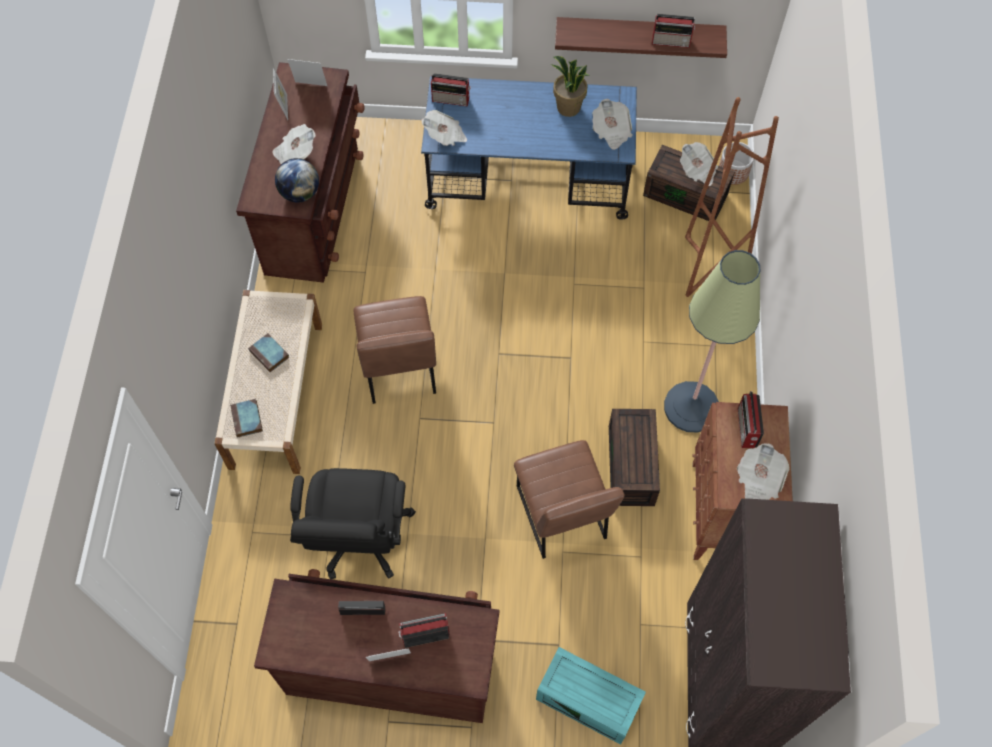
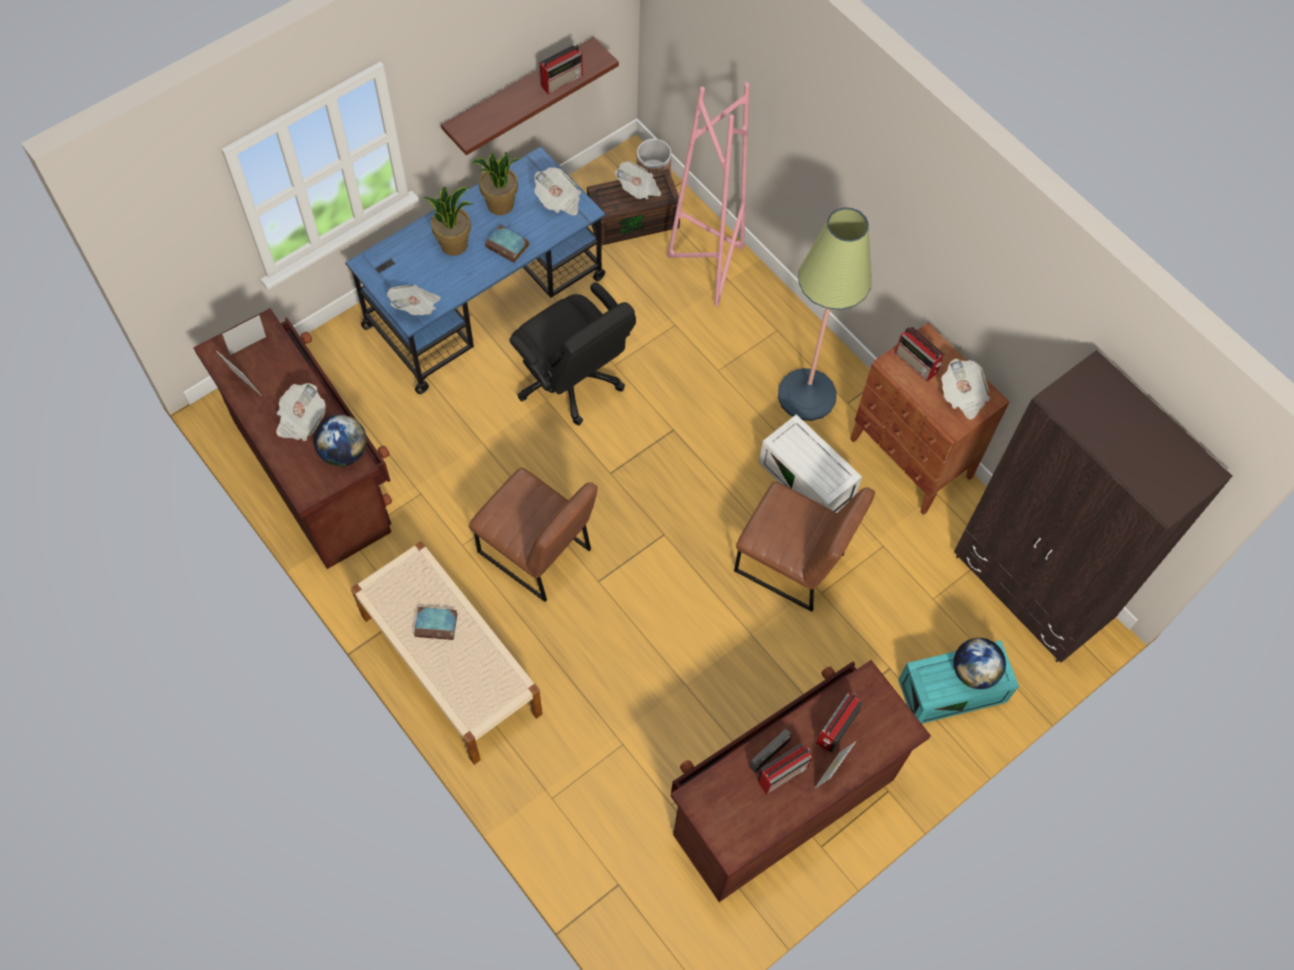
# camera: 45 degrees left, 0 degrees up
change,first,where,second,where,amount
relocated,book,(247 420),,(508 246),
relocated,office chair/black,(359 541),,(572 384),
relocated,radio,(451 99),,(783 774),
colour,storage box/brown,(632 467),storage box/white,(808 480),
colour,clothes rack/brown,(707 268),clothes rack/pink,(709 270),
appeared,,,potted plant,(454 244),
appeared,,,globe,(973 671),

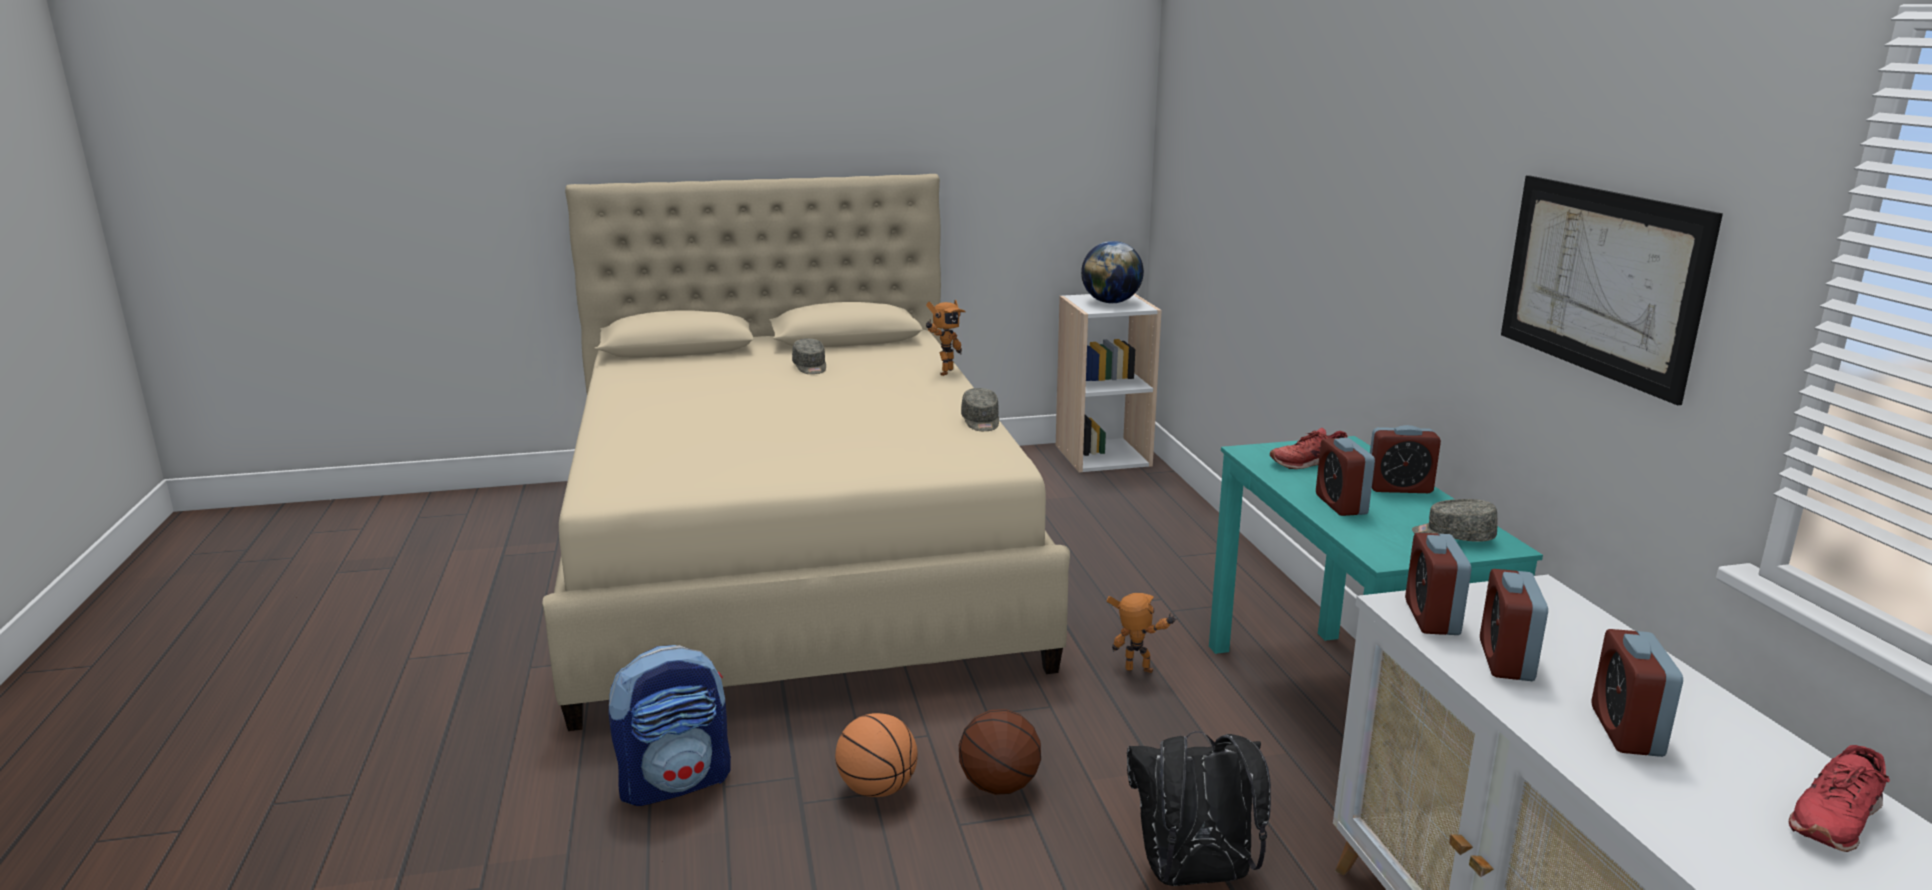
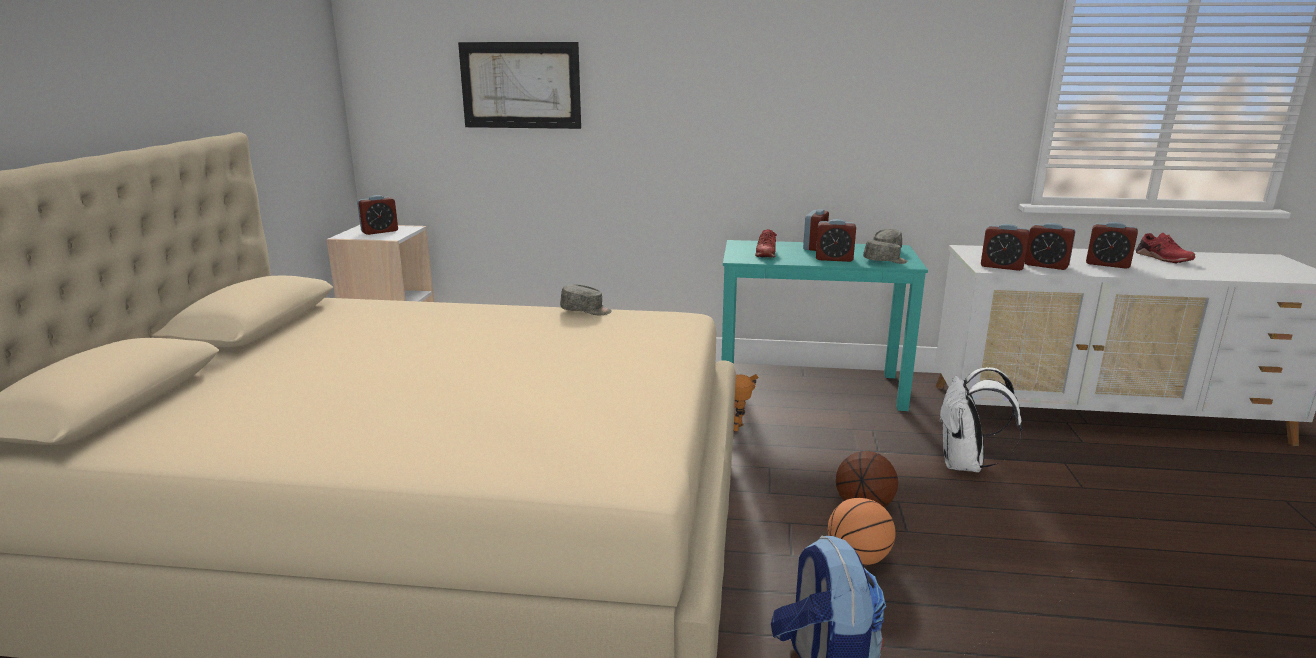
# camera: 70 degrees left, 0 degrees up
change,first,where,second,where,amount
relocated,cap/grey,(810 367),,(885 261),
missing,toy robot,(943 372),,,
exchanged,globe,(1111 302),alarm clock,(380 231),
colour,backpack/black,(1193 877),backpack/white,(965 465),
relocated,picture,(1600 281),,(520 85),

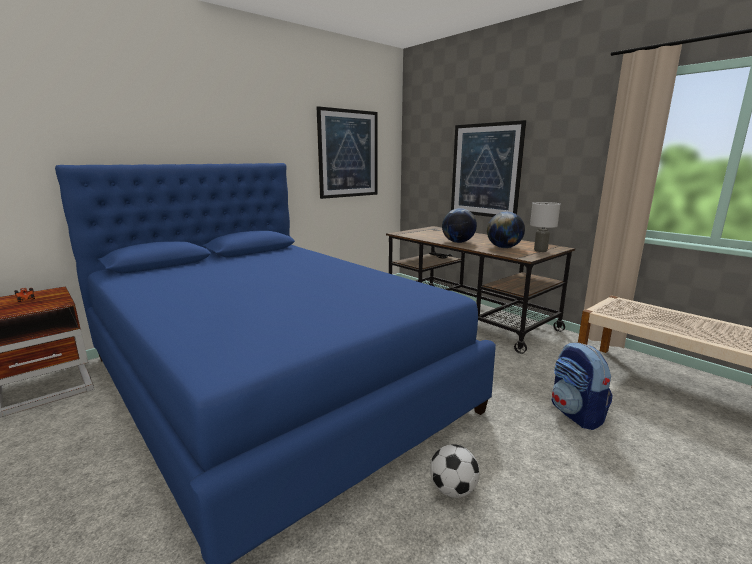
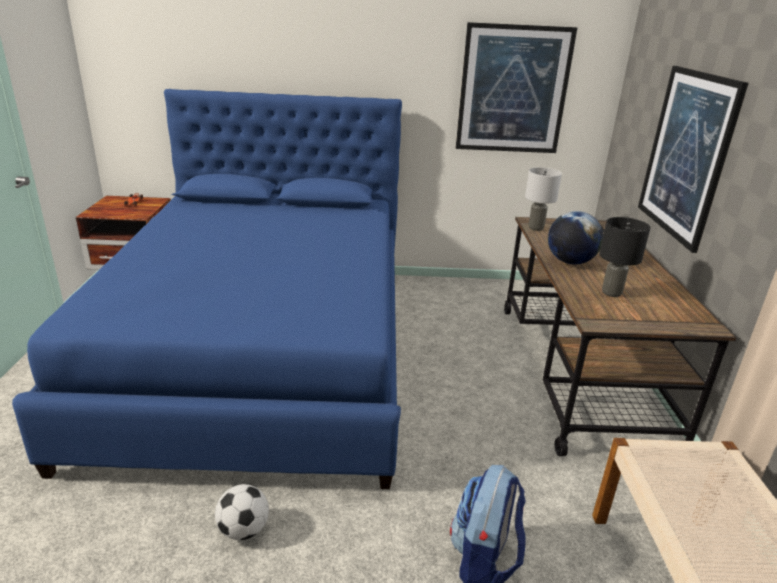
# camera: 40 degrees right, 10 degrees up
change,first,where,second,where,amount
exchanged,globe,(504 247),table lamp/black,(611 294),
relocated,table lamp/white,(539 251),,(535 228),

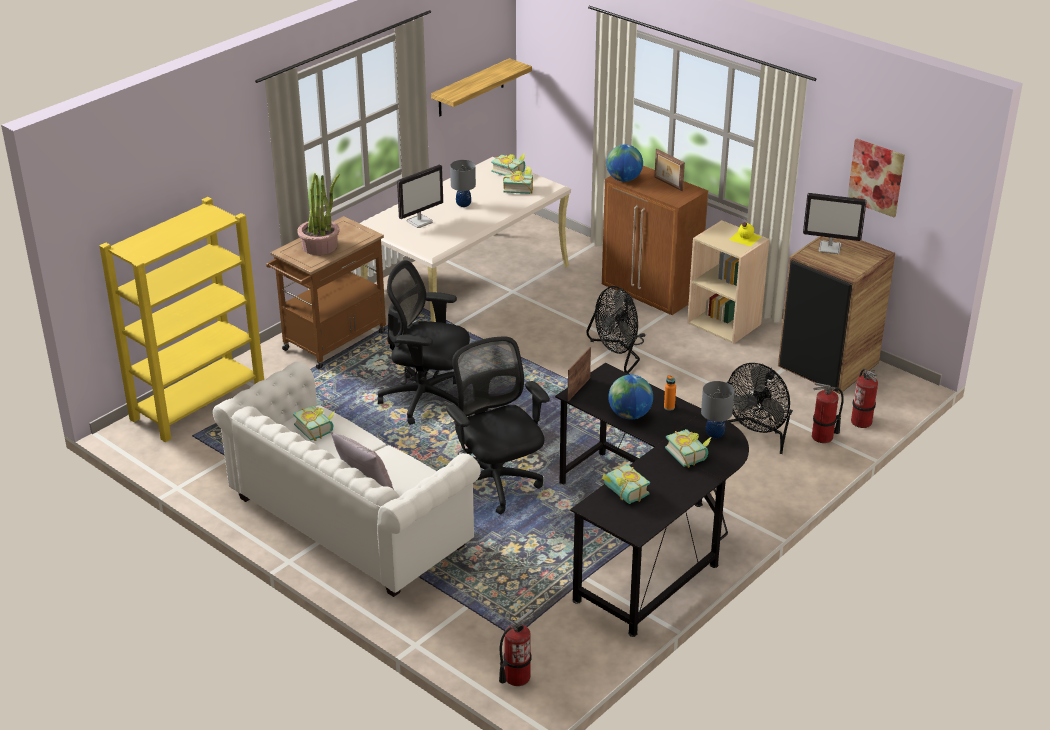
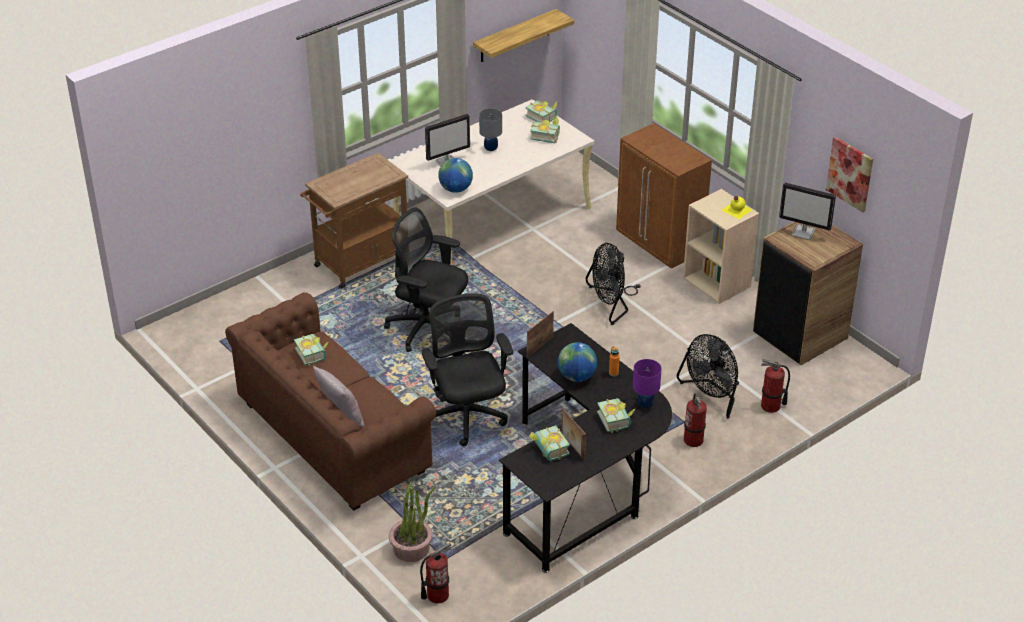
# camera: 10 degrees right, 5 degrees up
change,first,where,second,where,amount
missing,bookcase/yellow,(198 402),,,
colour,sofa/white,(349 522),sofa/brown,(333 438),
relocated,potted plant,(320 246),,(411 548),
relocated,globe,(624 179),,(455 189),
relocated,picture frame,(668 184),,(572 447),
colour,table lamp/grey,(715 434),table lamp/purple,(645 404),
relocated,fire extinguisher,(861 421),,(693 440),

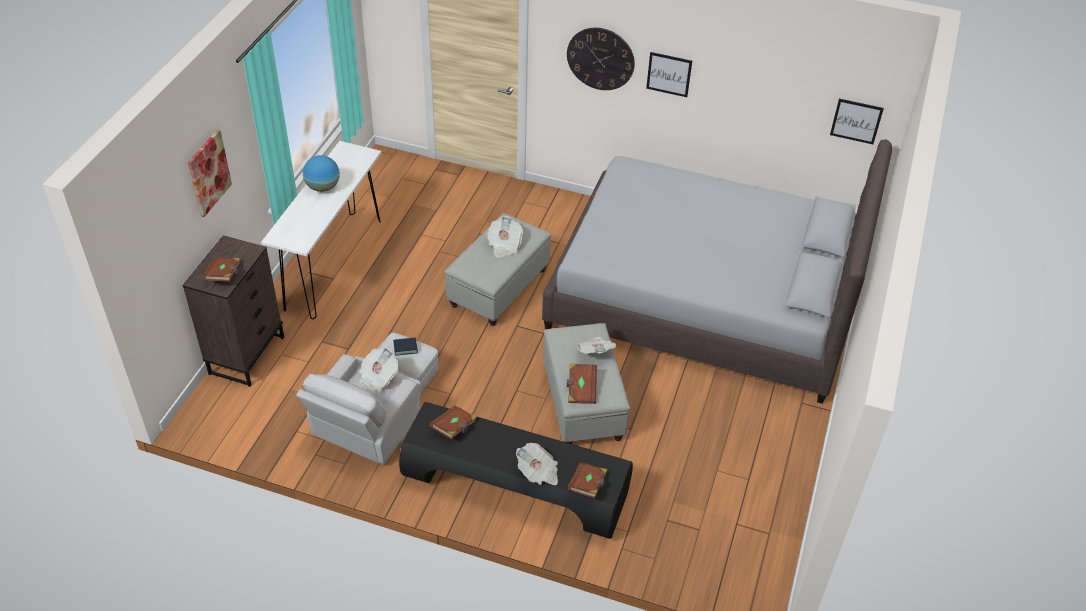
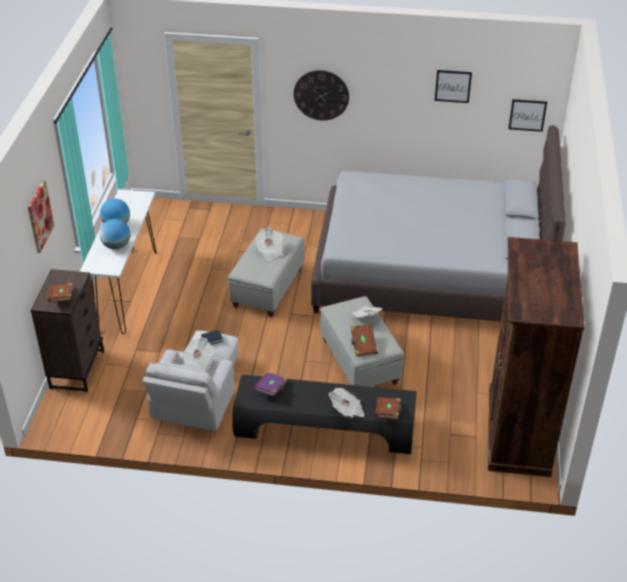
# camera: 10 degrees left, 5 degrees down
change,first,where,second,where,amount
colour,book/brown,(454 428),book/purple,(271 389),
relocated,picture,(669 74),,(453 86),
appeared,,,globe,(116 246),
appeared,,,wardrobe/brown,(518 431),

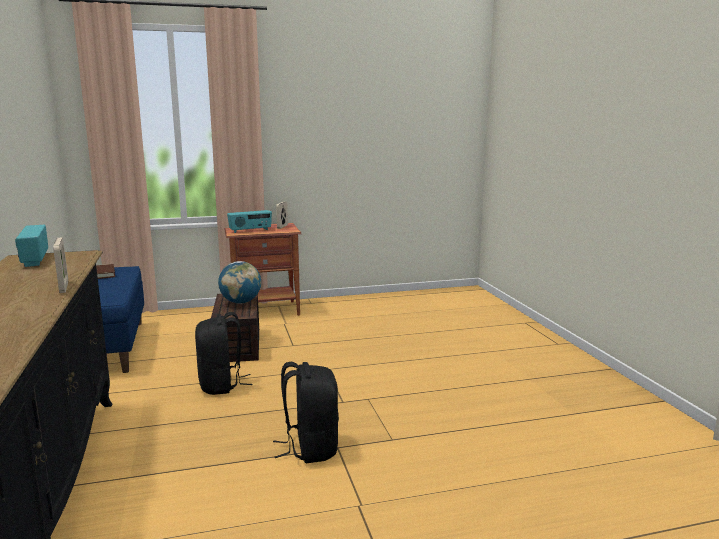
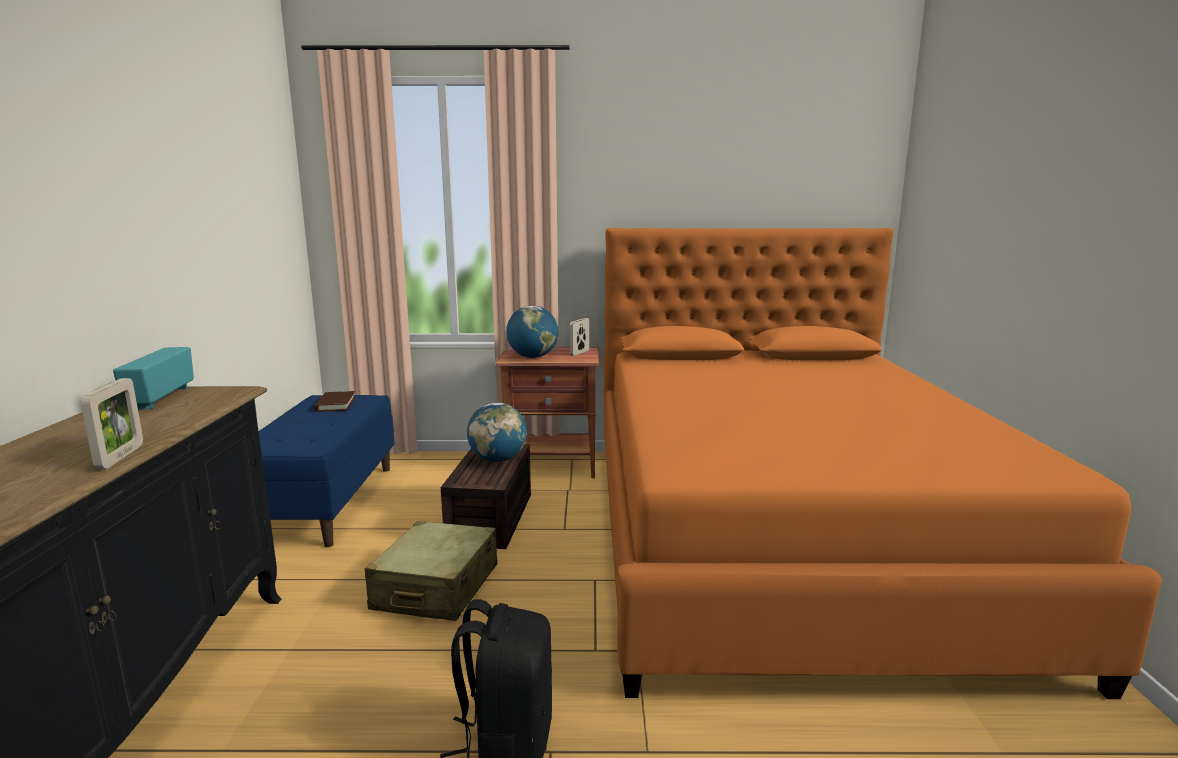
# camera: 15 degrees right, 0 degrees up
change,first,where,second,where,amount
exchanged,backpack/black,(221 385),suitcase/beige,(436 588),
exchanged,radio,(250 231),globe,(532 357),
appeared,,,bed/orange,(781 536),

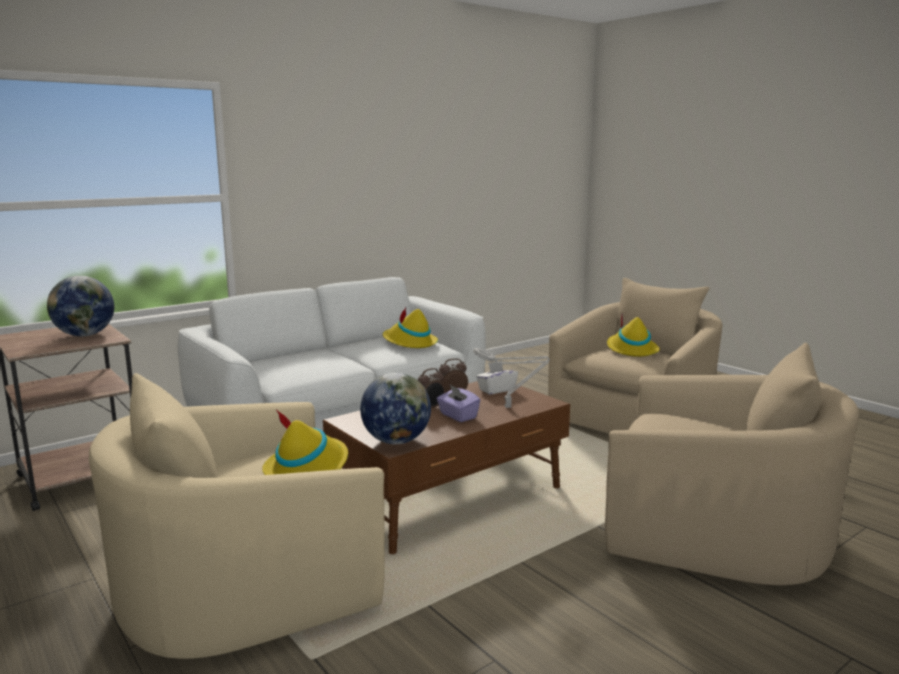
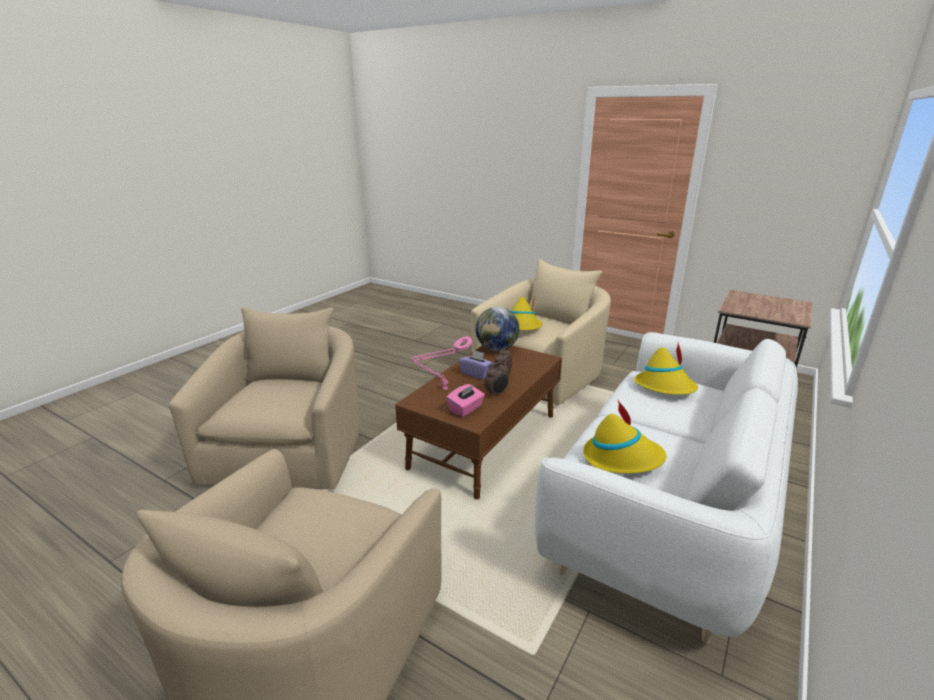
# camera: 160 degrees right, 10 degrees up
change,first,where,second,where,amount
missing,globe,(85 335),,,
colour,table lamp/grey,(510 407),table lamp/pink,(443 389),
colour,tissue box/white,(496 390),tissue box/pink,(466 409),
spun,armchair/beige,(714 534),,(291 449),90 degrees clockwise
relocated,hat/yellow,(631 349),,(665 387),

